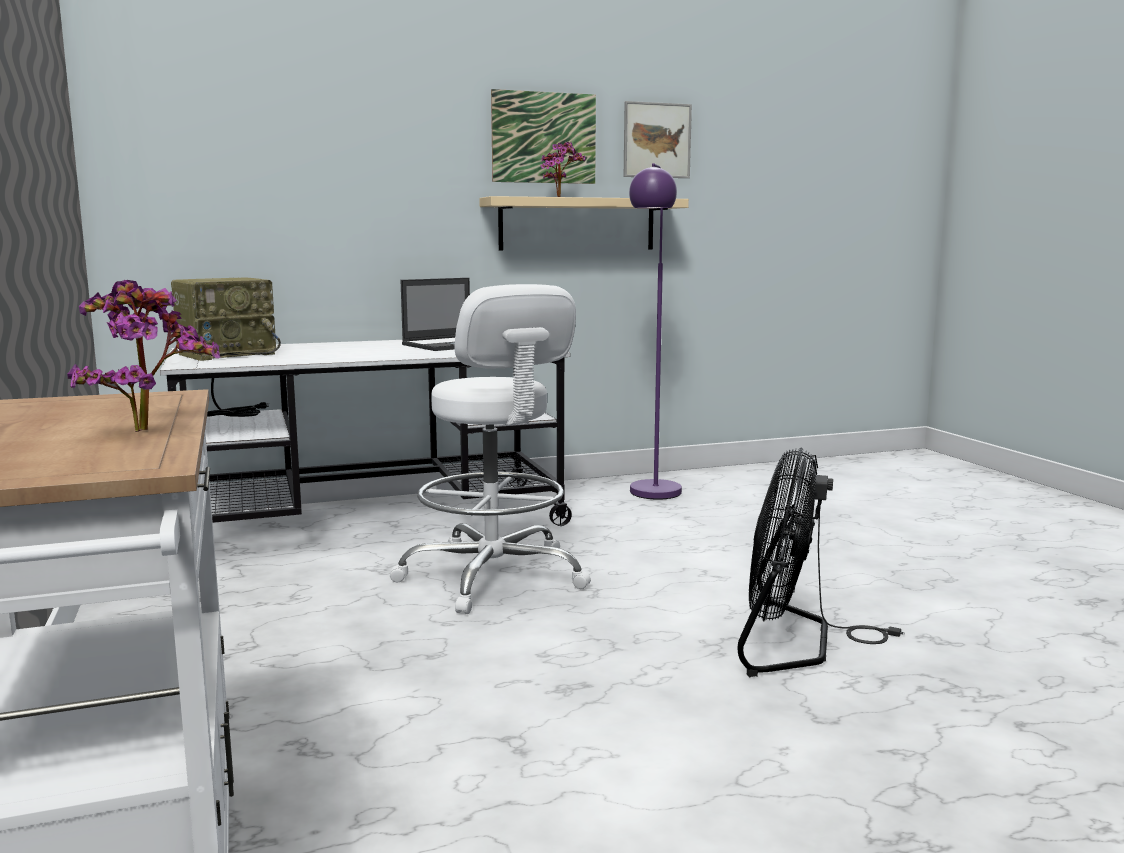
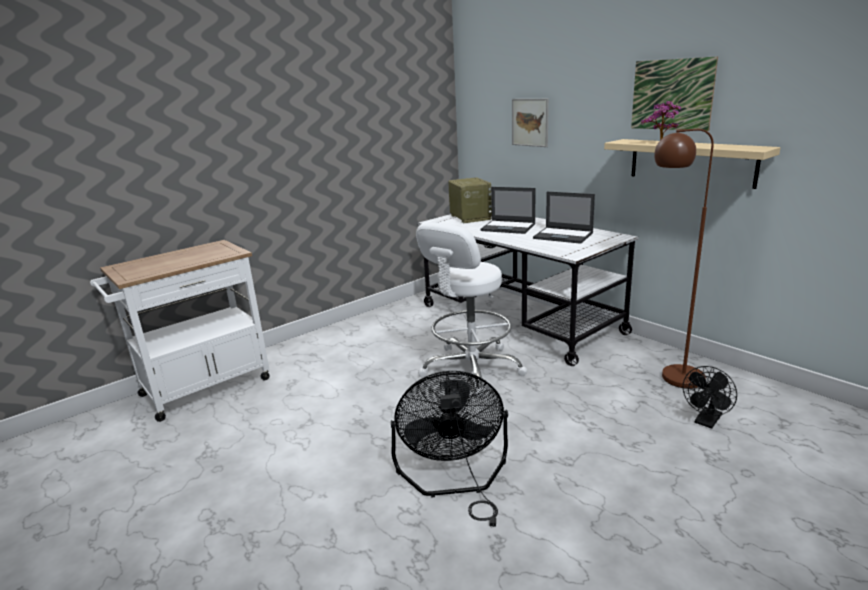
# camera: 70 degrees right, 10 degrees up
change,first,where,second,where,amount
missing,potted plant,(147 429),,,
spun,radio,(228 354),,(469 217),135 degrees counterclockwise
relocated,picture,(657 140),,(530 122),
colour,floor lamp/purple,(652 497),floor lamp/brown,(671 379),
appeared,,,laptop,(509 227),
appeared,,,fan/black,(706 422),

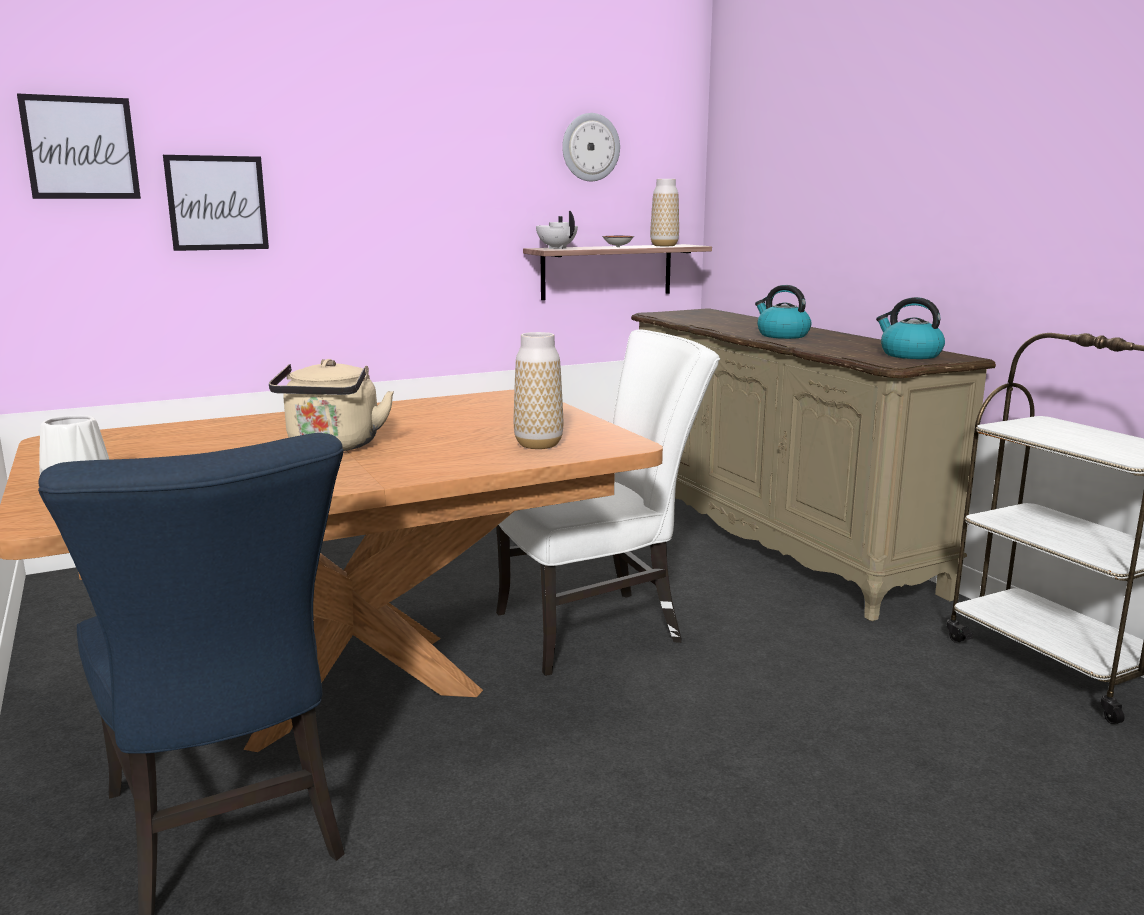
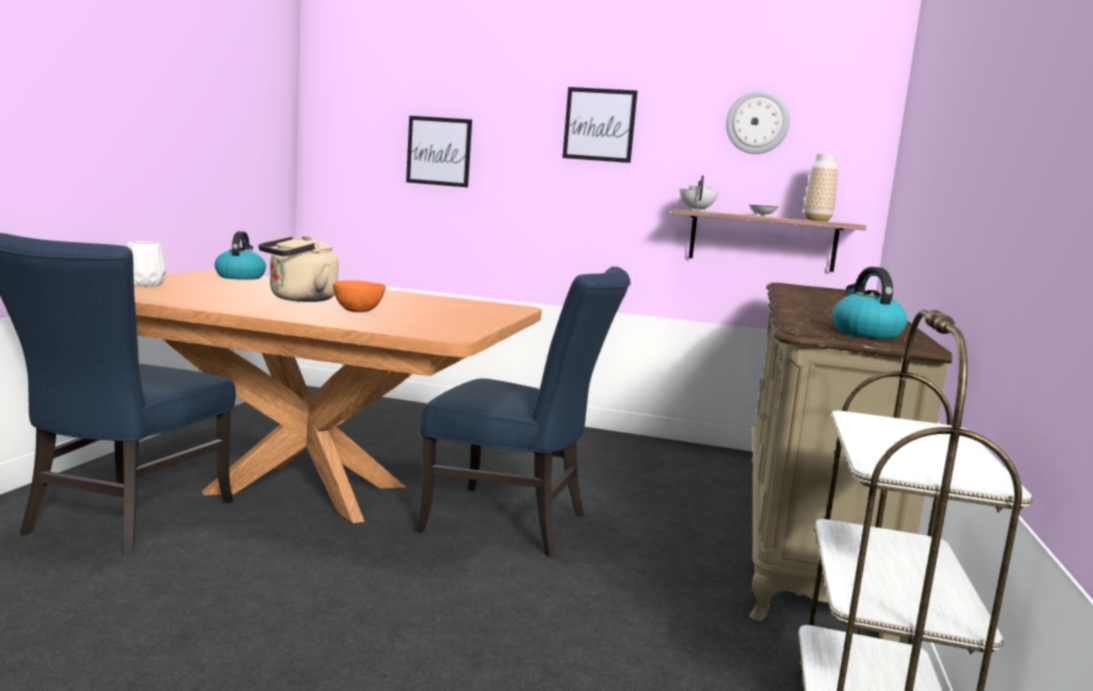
# camera: 40 degrees right, 5 degrees down
change,first,where,second,where,amount
relocated,picture,(81 148),,(599 125),
colour,chair/white,(599 626),chair/blue,(516 523),
missing,vase,(538 444),,,
relocated,kettle,(782 335),,(240 277),
appeared,,,bowl/orange,(359 311),

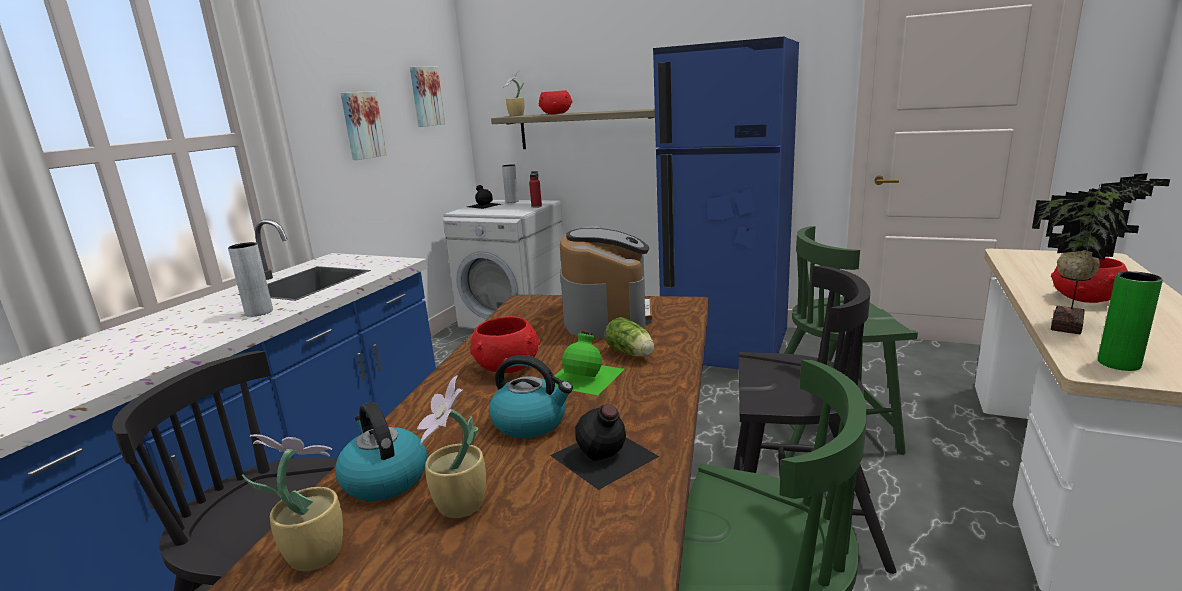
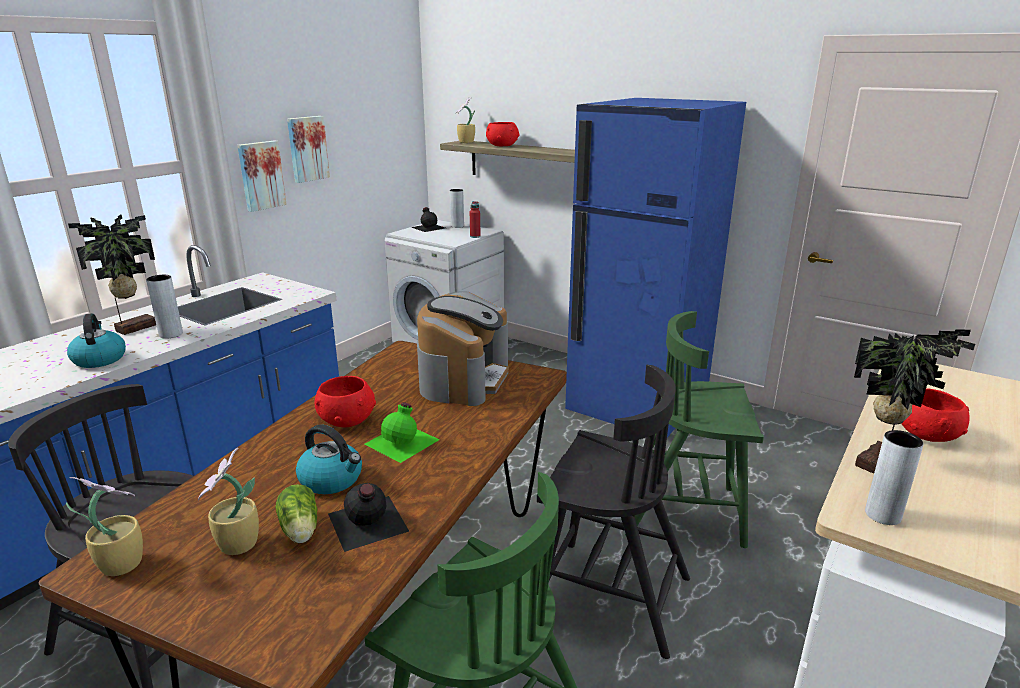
# camera: 10 degrees right, 5 degrees up
change,first,where,second,where,amount
relocated,kettle,(384 479),,(99 359),
relocated,picture,(425 96),,(260 175),
relocated,lettuce,(631 354),,(300 531),
colour,vase/green,(1118 364),vase/grey,(882 515),
appeared,,,potted plant,(134 328),

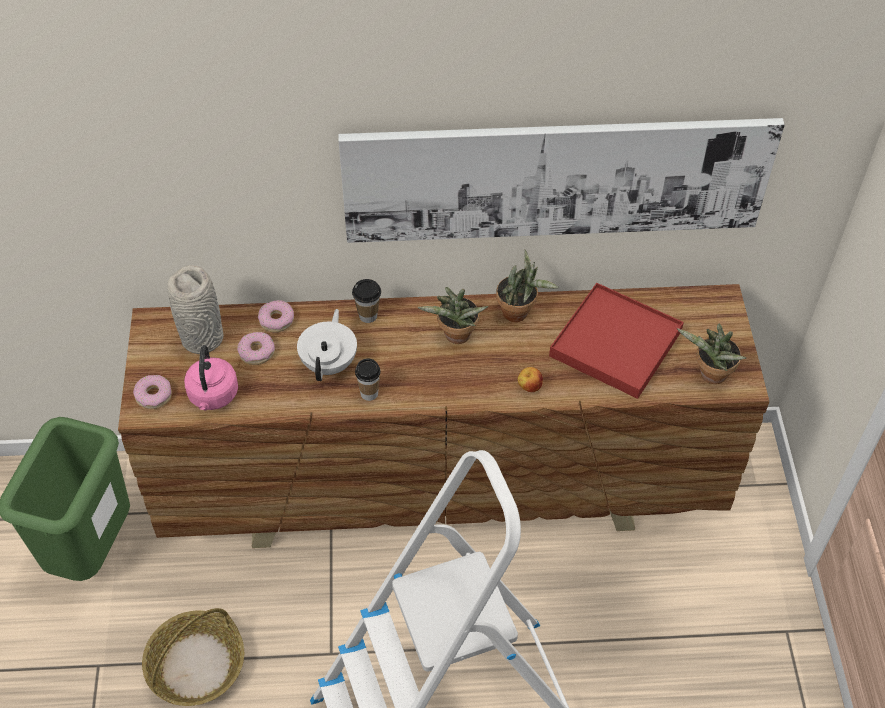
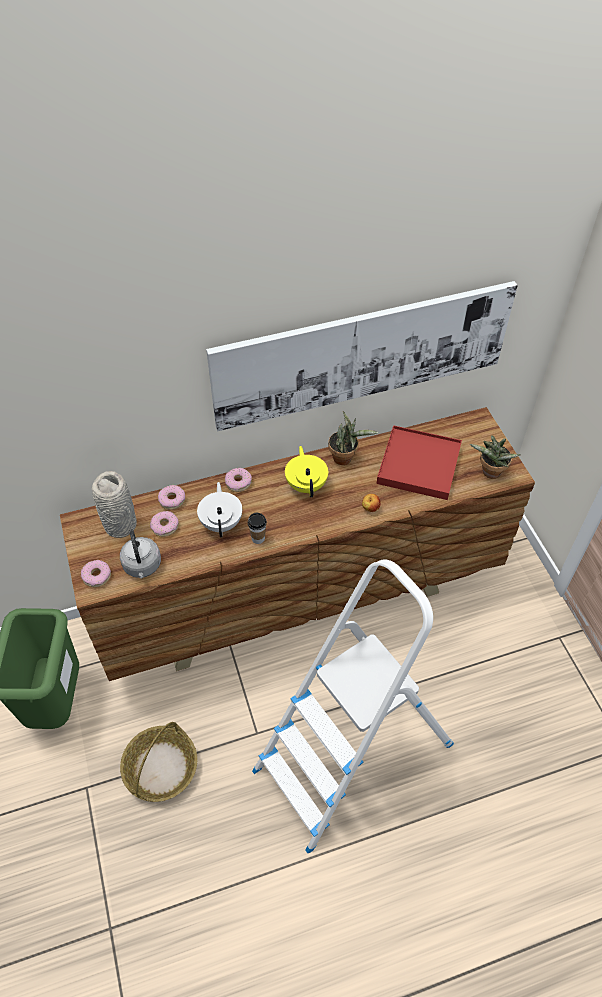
# camera: 15 degrees left, 0 degrees up
change,first,where,second,where,amount
colour,kettle/pink,(213 396),kettle/grey,(142 566),
exchanged,cup,(368 316),donut,(238 482),
exchanged,potted plant,(455 337),teapot/yellow,(306 484),

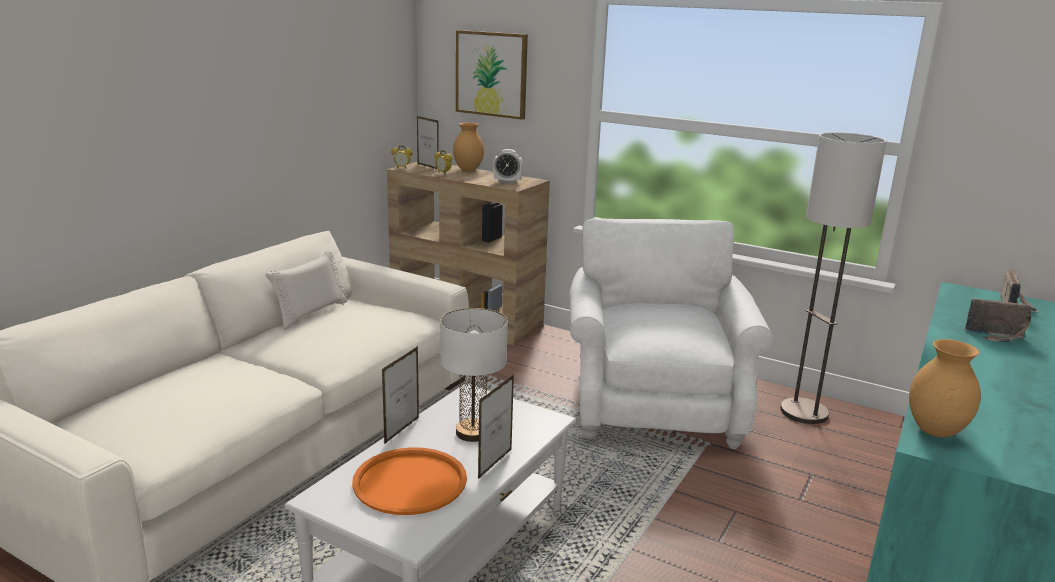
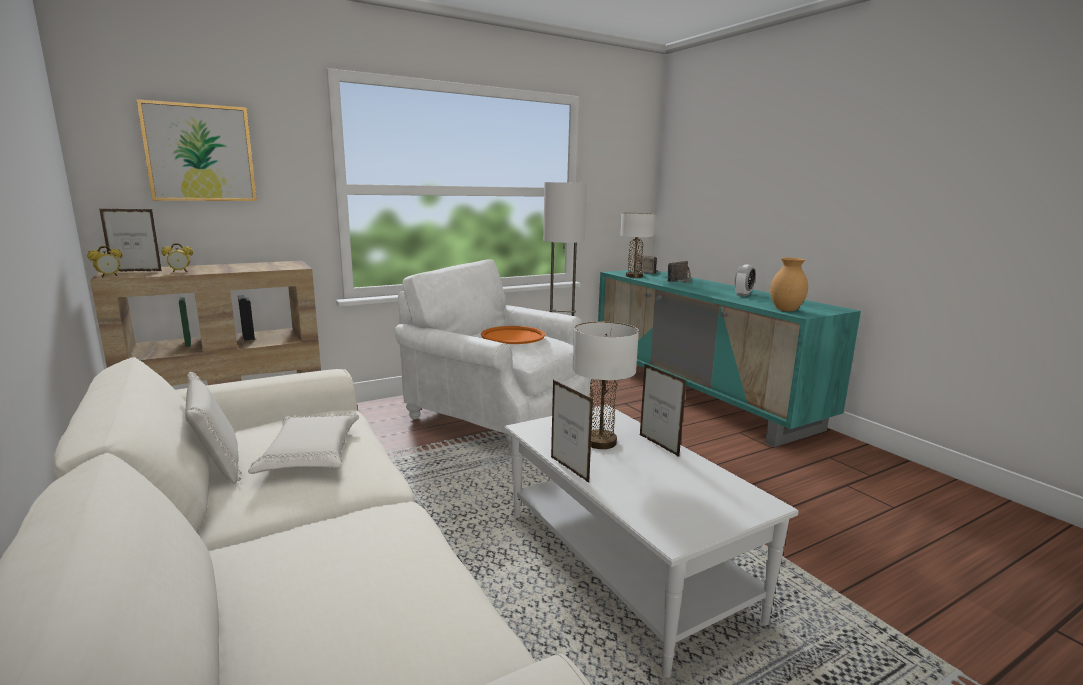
# camera: 60 degrees left, 5 degrees down
change,first,where,second,where,amount
relocated,tray/orange,(410 482),,(513 336),
missing,vase/brown,(468 170),,,
relocated,alarm clock,(507 182),,(743 295),
appeared,,,pillow/white,(311 450),
appeared,,,table lamp,(634 276),

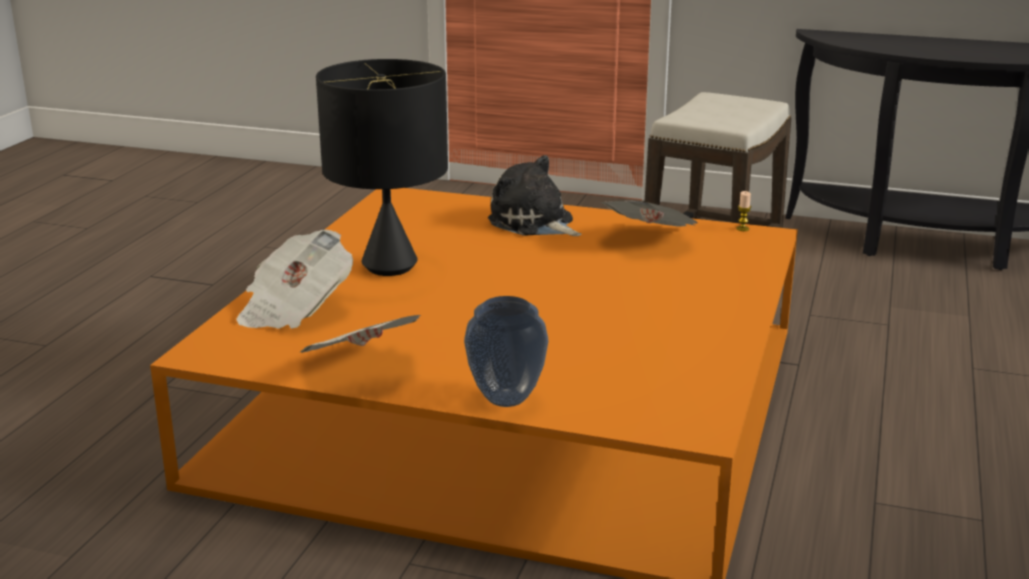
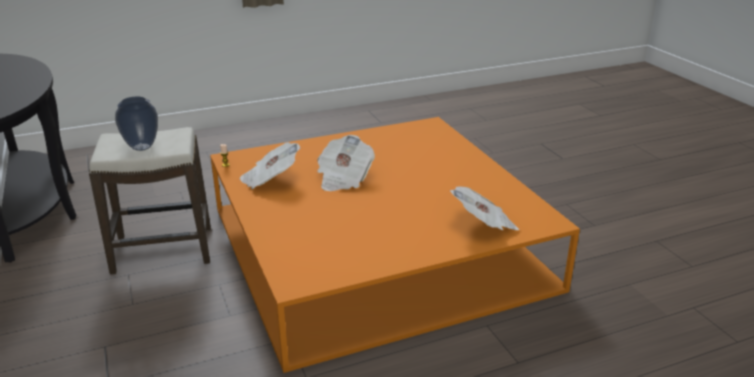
# camera: 130 degrees left, 5 degrees up
change,first,where,second,where,amount
relocated,newspaper,(360 365),,(343 178),
missing,table lamp/black,(390 267),,,
relocated,vase,(505 399),,(142 147),
missing,plush toy,(534 223),,,

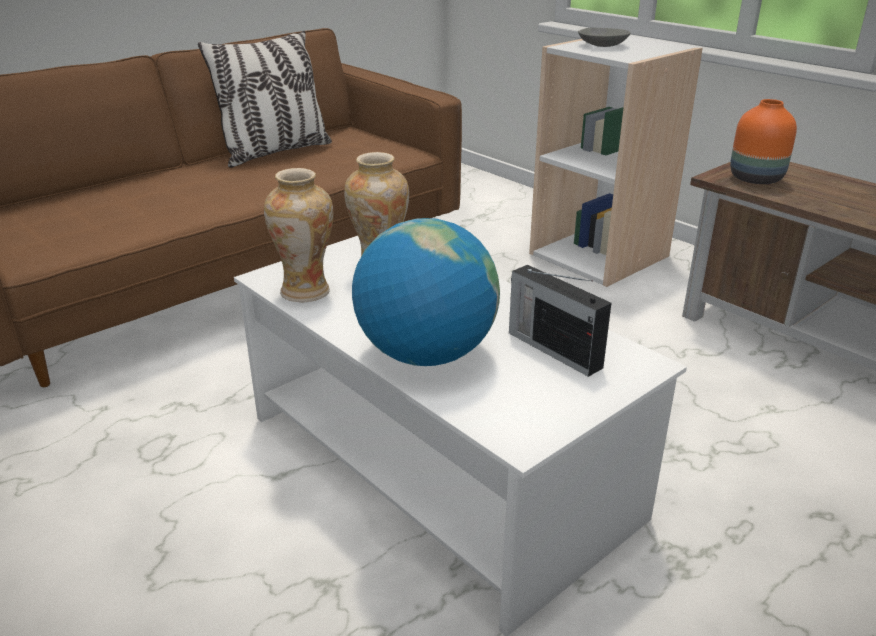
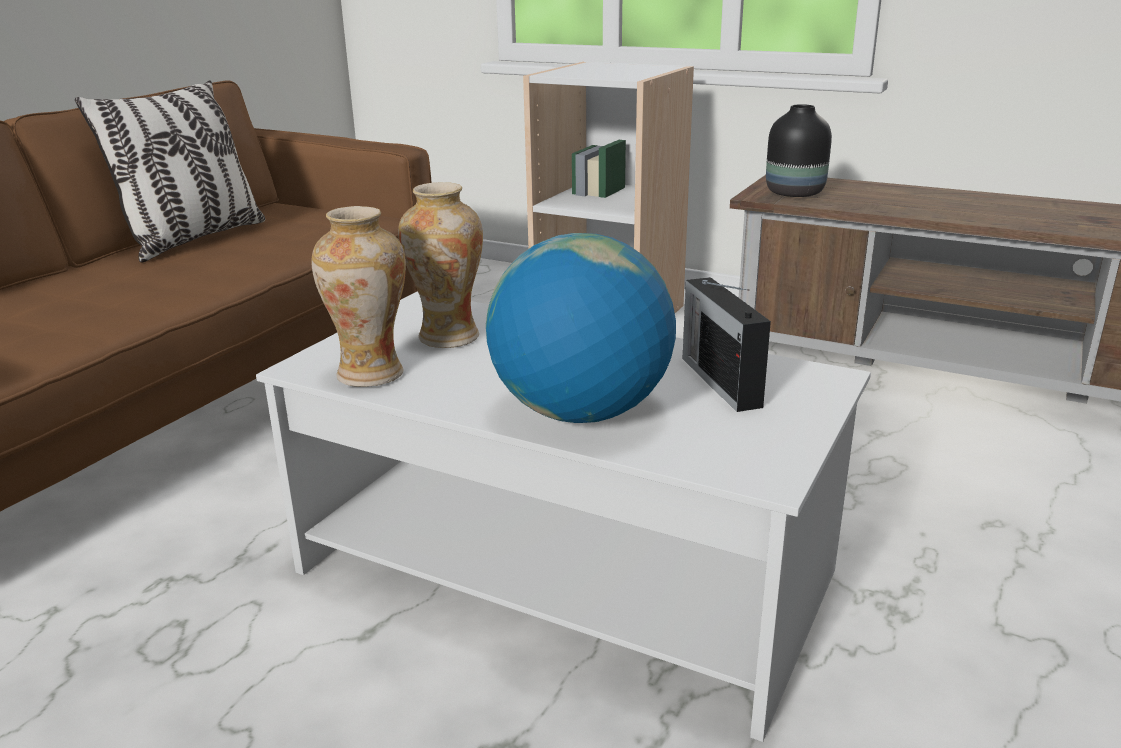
# camera: 20 degrees left, 5 degrees down
change,first,where,second,where,amount
spun,radio,(552 349),,(719 380),45 degrees clockwise
missing,bowl/grey,(602 45),,,
colour,vase/orange,(755 179),vase/black,(794 194),

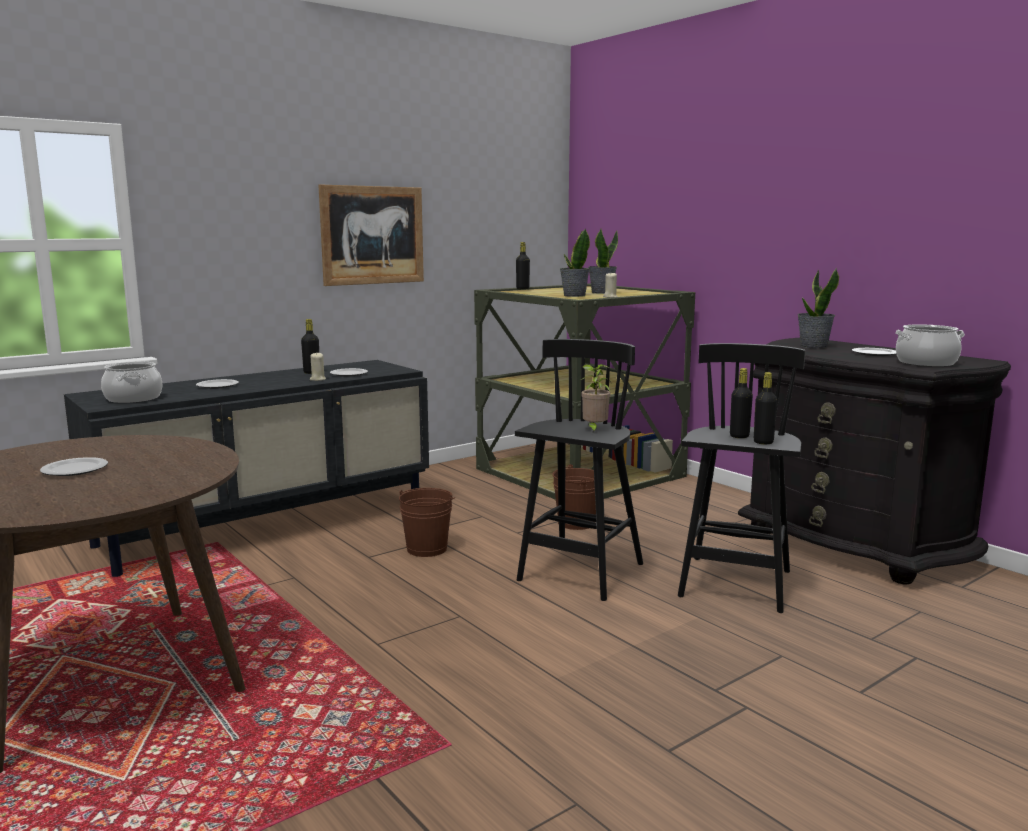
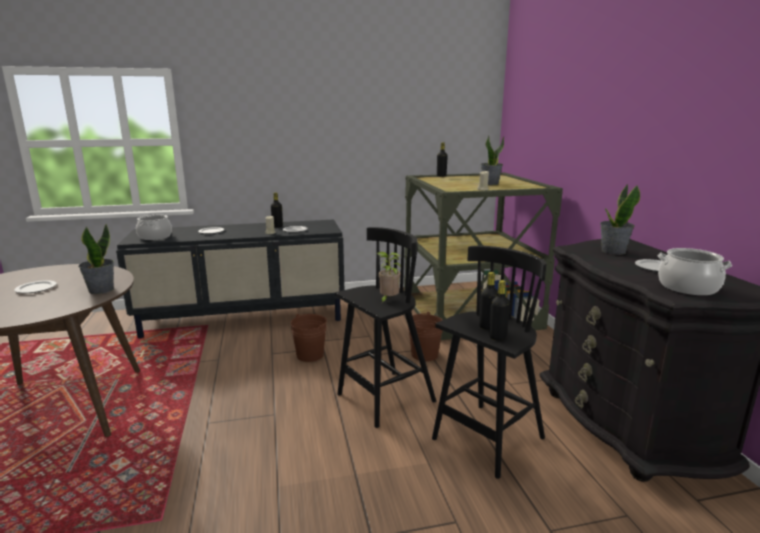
# camera: 25 degrees right, 5 degrees up
change,first,where,second,where,amount
missing,picture,(372 235),,,
relocated,potted plant,(574 295),,(101 290),

